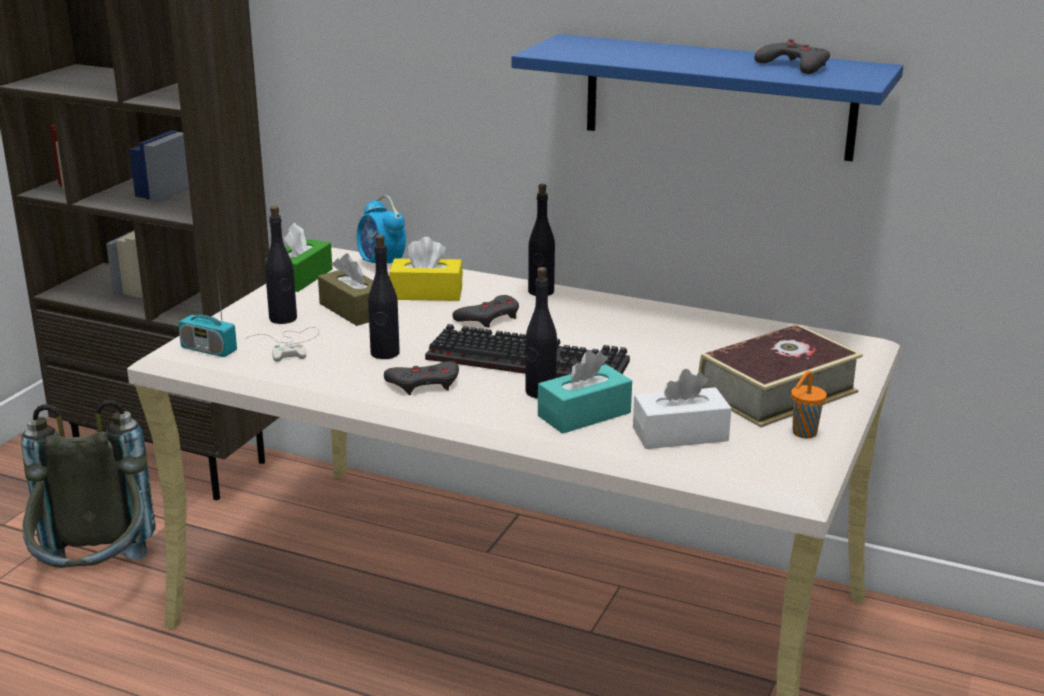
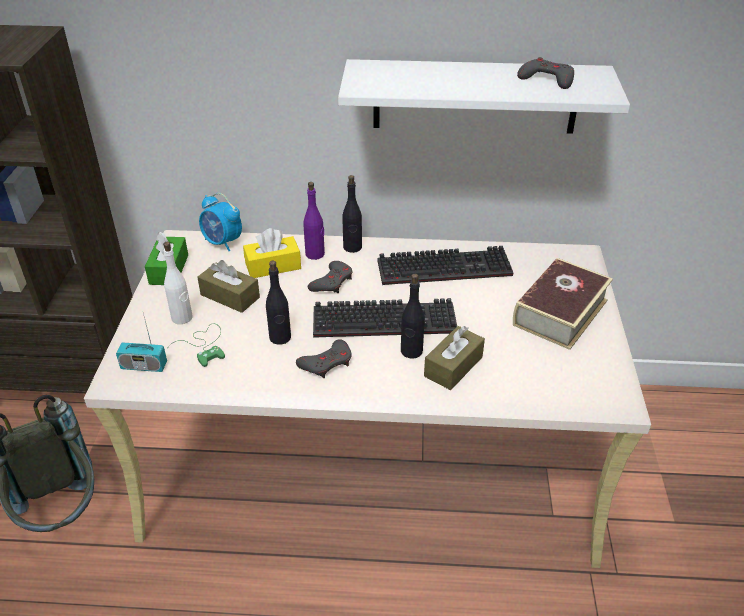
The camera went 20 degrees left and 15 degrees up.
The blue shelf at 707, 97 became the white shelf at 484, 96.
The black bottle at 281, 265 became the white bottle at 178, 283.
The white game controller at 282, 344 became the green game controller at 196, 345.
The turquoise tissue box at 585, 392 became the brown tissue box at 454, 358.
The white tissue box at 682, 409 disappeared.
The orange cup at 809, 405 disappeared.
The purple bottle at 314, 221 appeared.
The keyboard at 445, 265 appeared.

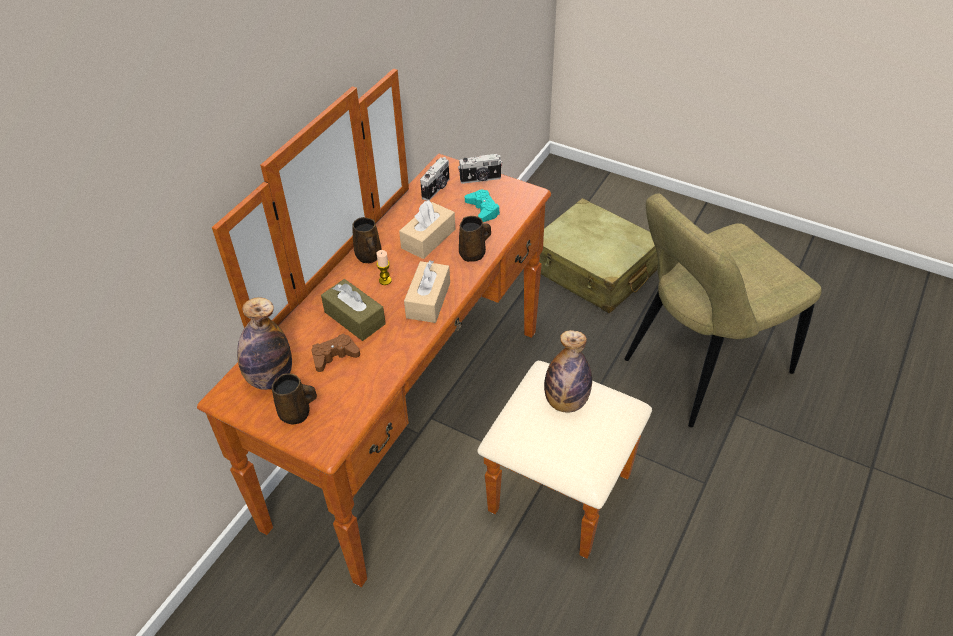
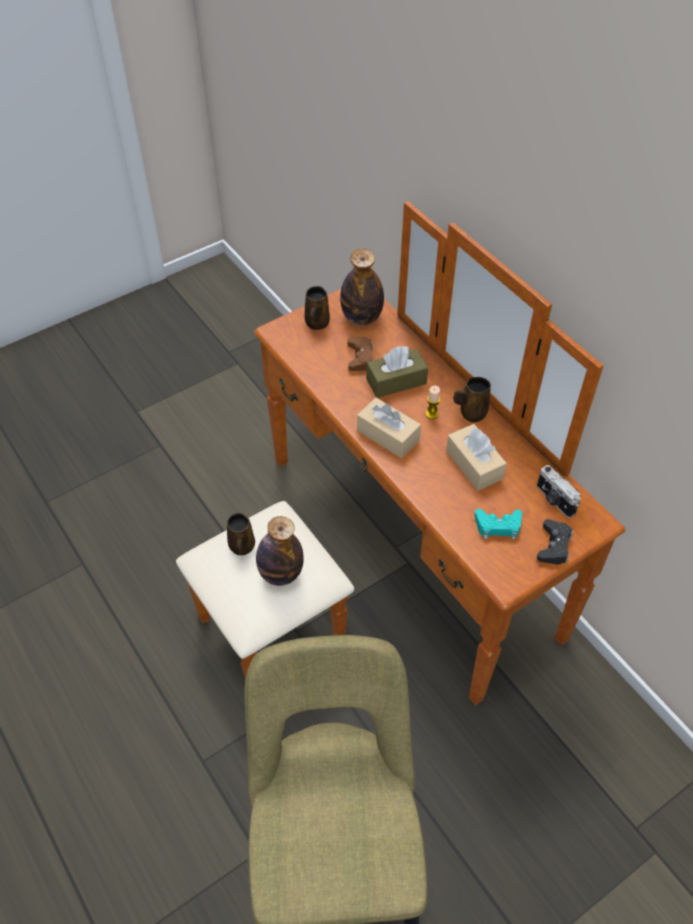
The camera went 115 degrees right and 5 degrees up.
The photo camera at 480, 169 was replaced by the black game controller at 555, 542.
The beige suitcase at 598, 256 disappeared.
The brown mug moved from 475, 239 to 241, 534.

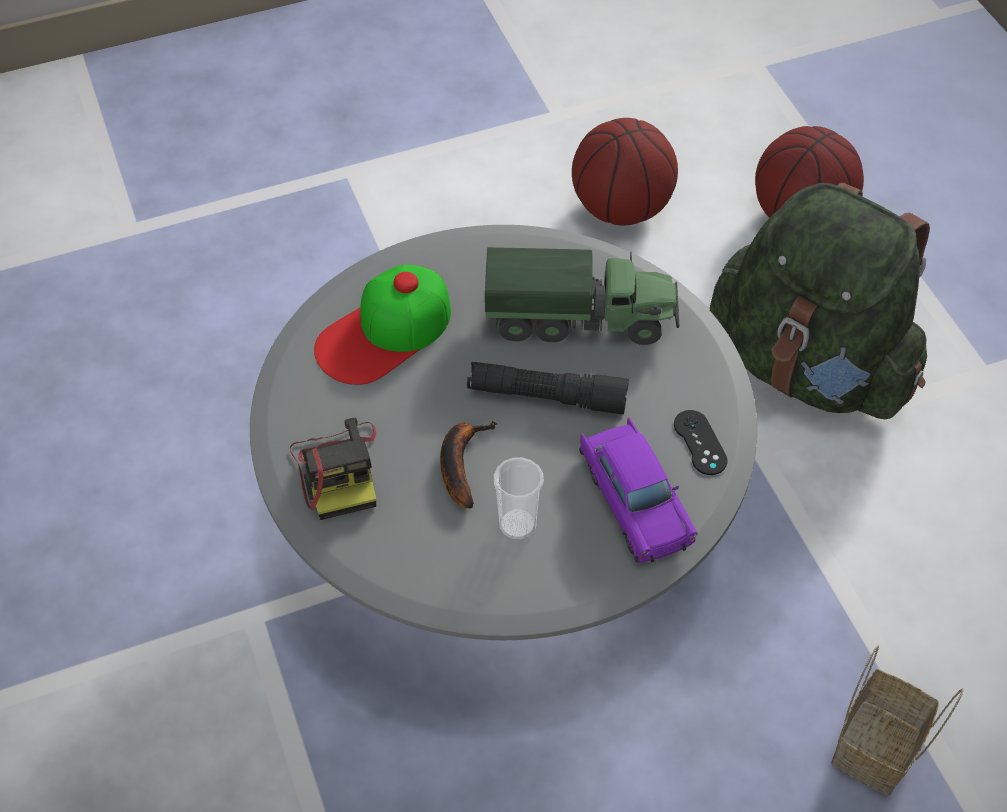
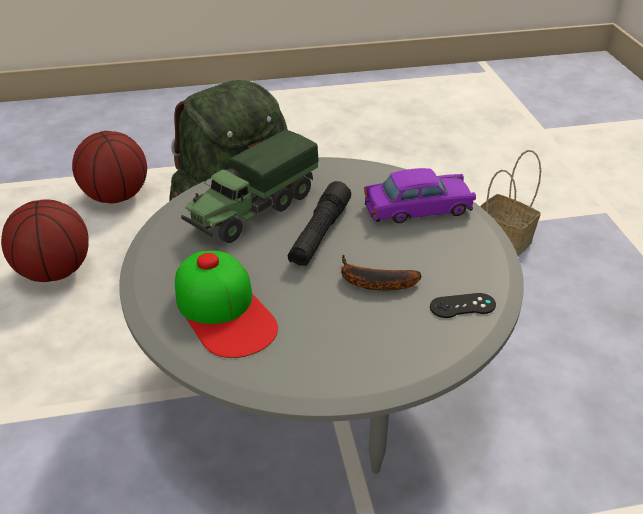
The camera went 80 degrees left and 15 degrees down.
The toy truck at 582, 296 turned 150 degrees counterclockwise.
The black game controller moved from 701, 442 to 463, 305.
The photo camera at 333, 469 disappeared.
The cup at 519, 498 disappeared.

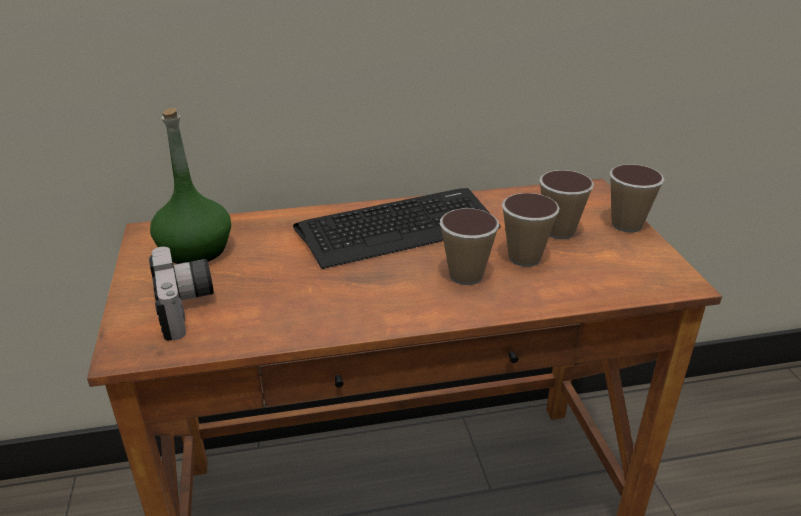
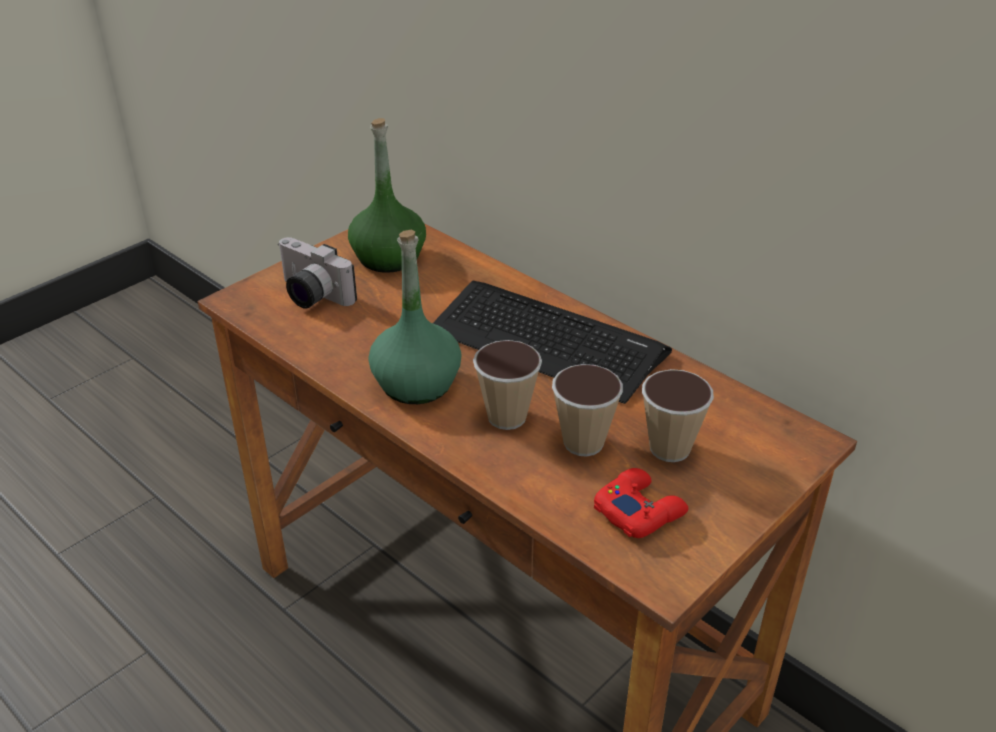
The camera went 55 degrees right and 5 degrees up.
The cup at 637, 198 disappeared.
The photo camera at 181, 294 turned 90 degrees clockwise.
The green bottle at 414, 317 appeared.
The red game controller at 641, 503 appeared.

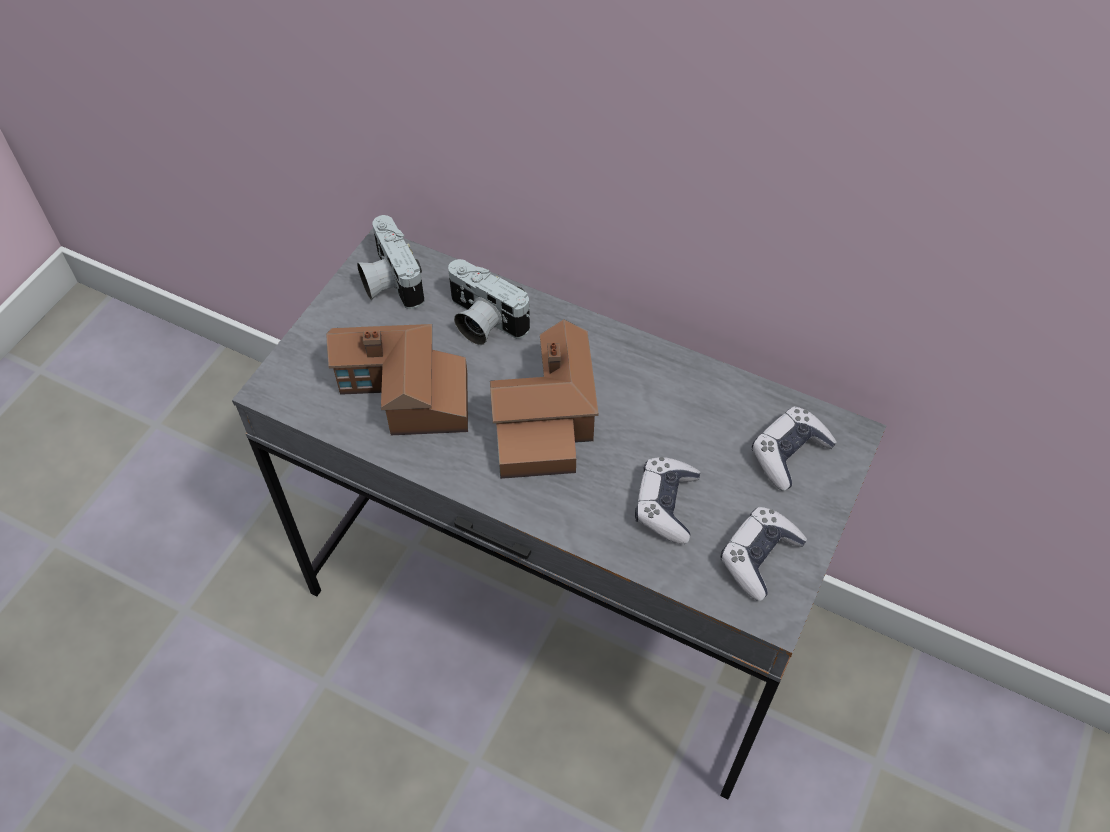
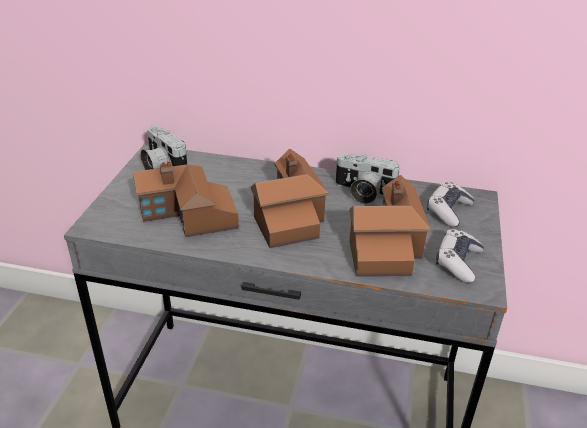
The camera went 15 degrees left and 20 degrees down.
The photo camera moved from 489, 302 to 367, 178.
The game controller at 667, 500 was replaced by the toy house at 390, 226.

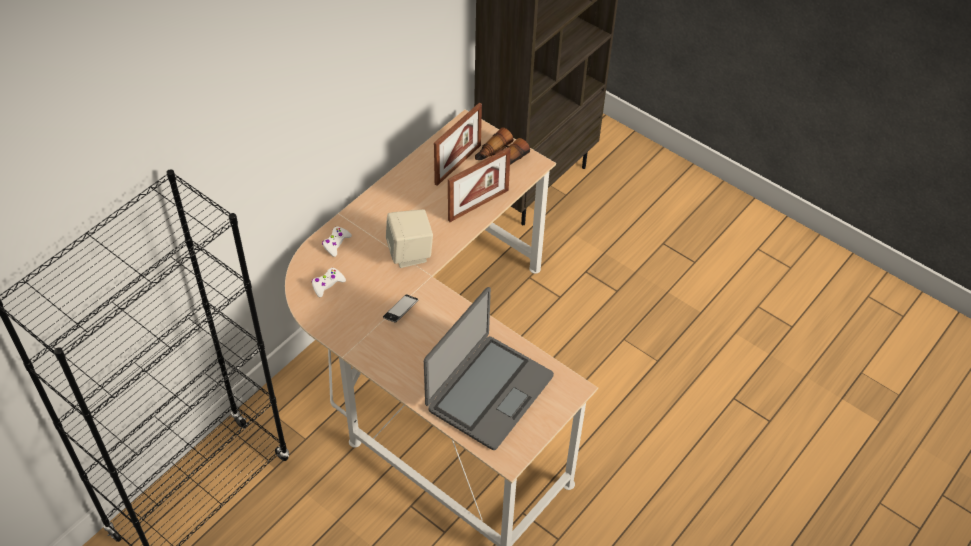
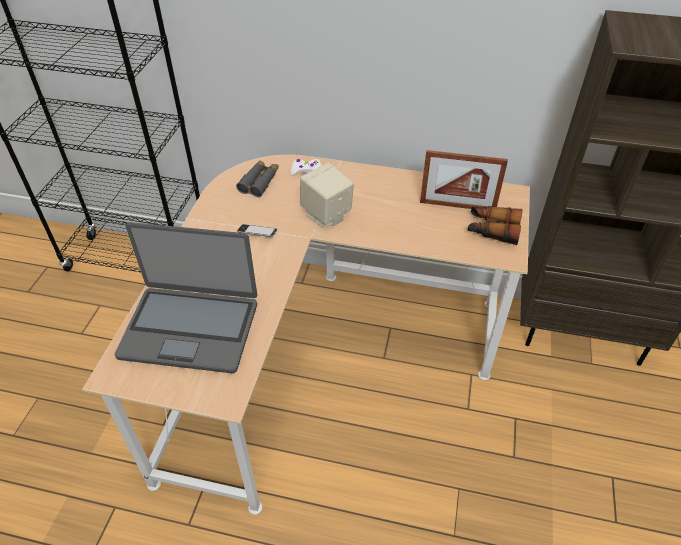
The camera went 65 degrees right and 5 degrees down.
The picture frame at 479, 184 disappeared.
The white game controller at 329, 282 was replaced by the grey binoculars at 257, 178.

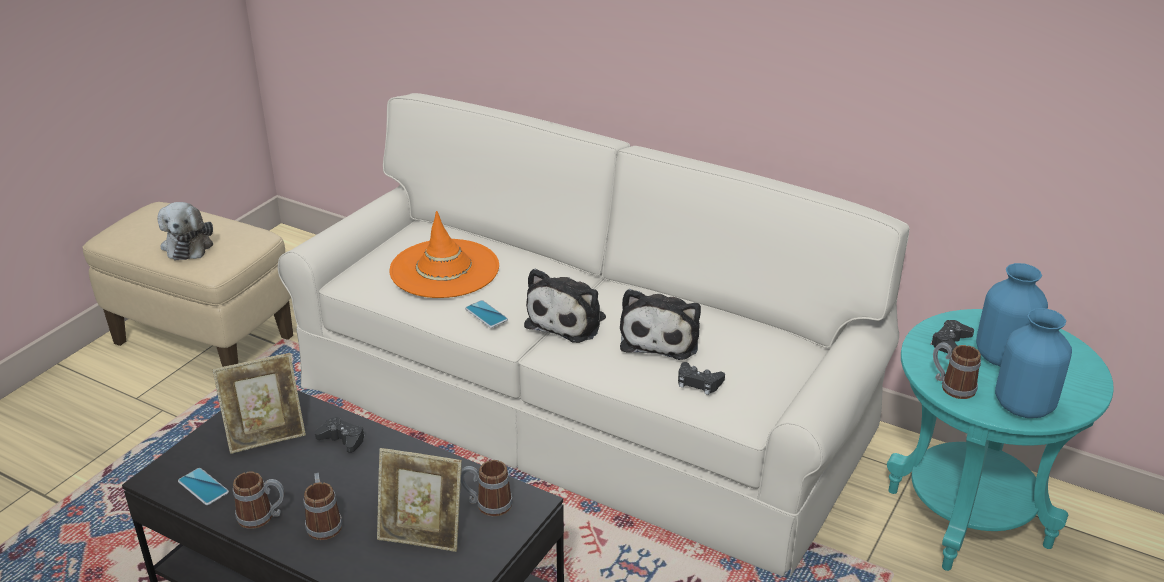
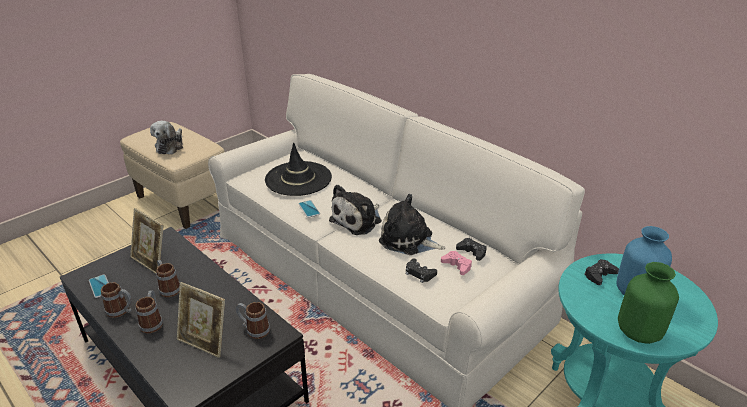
The camera went 15 degrees right and 0 degrees up.
The orange hat at 444, 254 became the black hat at 298, 169.
The plush toy at 660, 324 turned 90 degrees clockwise.
The blue vase at 1033, 363 became the green vase at 648, 303.
The mug moved from 957, 370 to 168, 278.
The picture frame at 259, 403 turned 45 degrees clockwise.
The black game controller moved from 339, 435 to 471, 249.
The pink game controller at 456, 263 appeared.

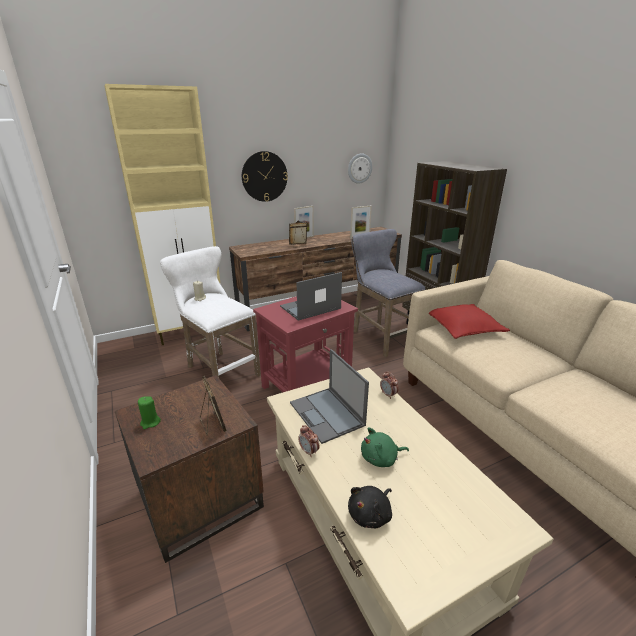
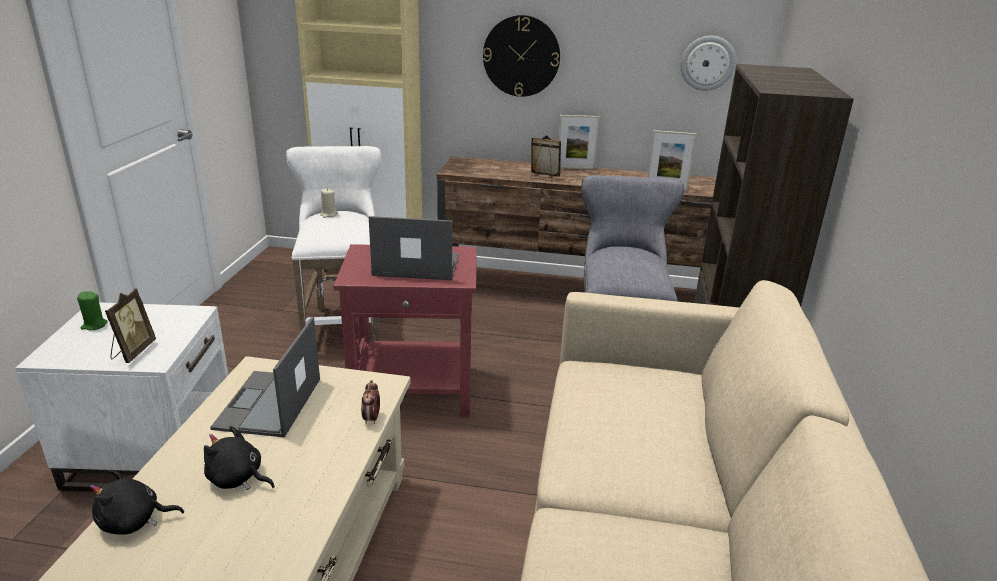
The camera went 35 degrees right and 0 degrees up.
The red pillow at 469, 321 disappeared.
The brown side table at 189, 469 became the white side table at 122, 397.
The alarm clock at 309, 441 disappeared.
The green plush toy at 385, 447 became the black plush toy at 239, 458.

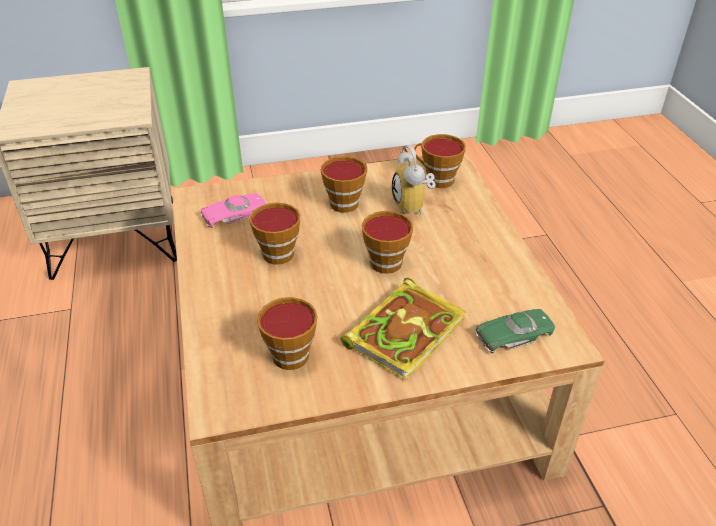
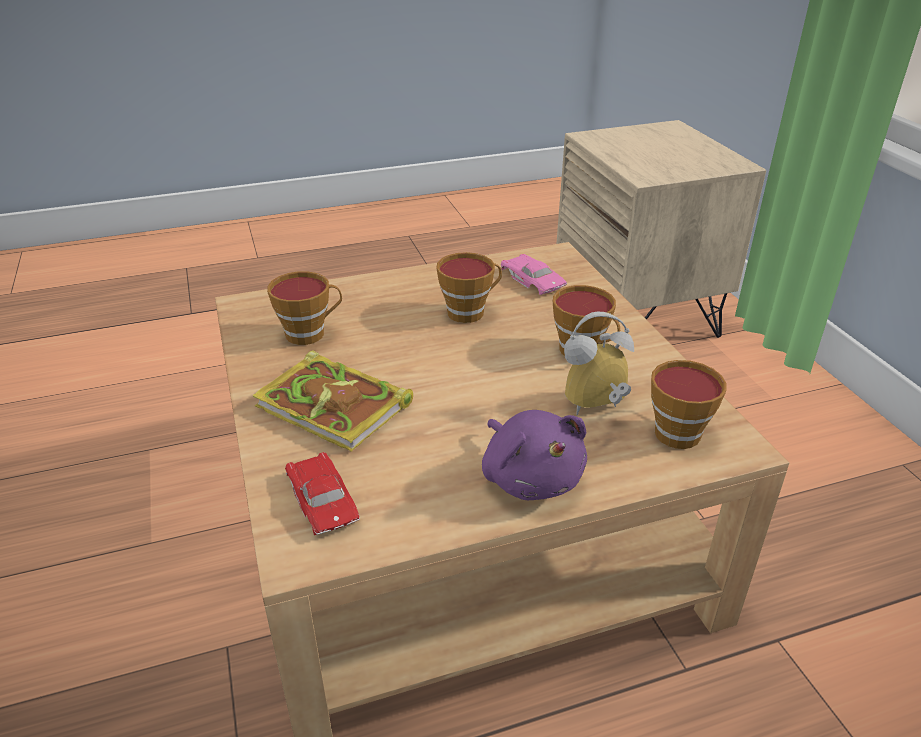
The camera went 85 degrees right and 5 degrees down.
The cup at 387, 242 disappeared.
The green toy car at 515, 331 became the red toy car at 322, 493.
The purple plush toy at 534, 455 appeared.

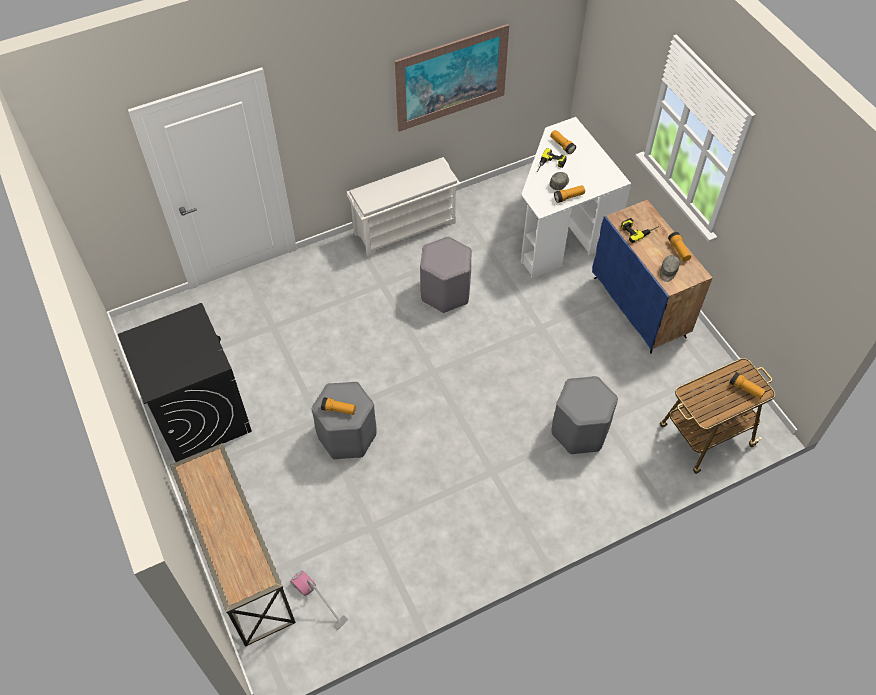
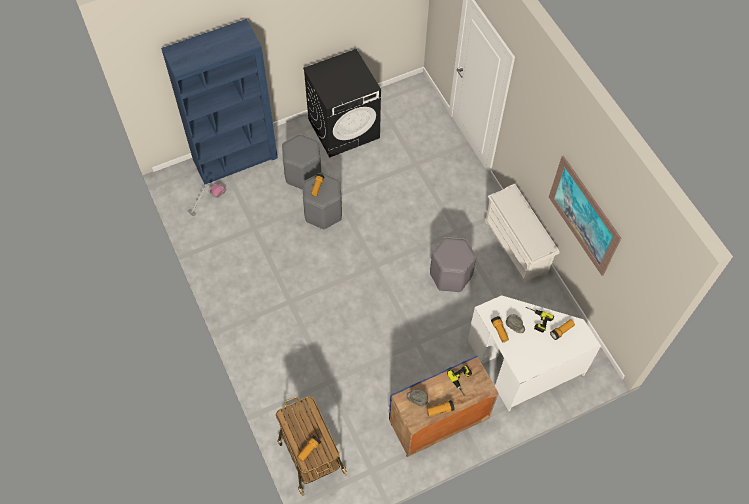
The camera went 90 degrees right and 5 degrees up.
The grey stool moved from 585, 415 to 301, 162.
The console table at 233, 545 was replaced by the blue bookcase at 219, 102.

